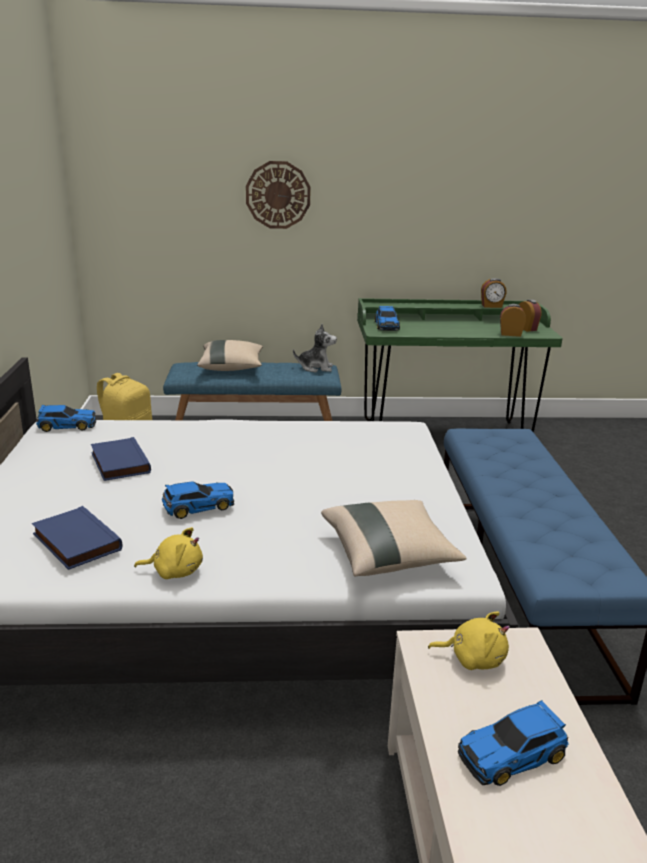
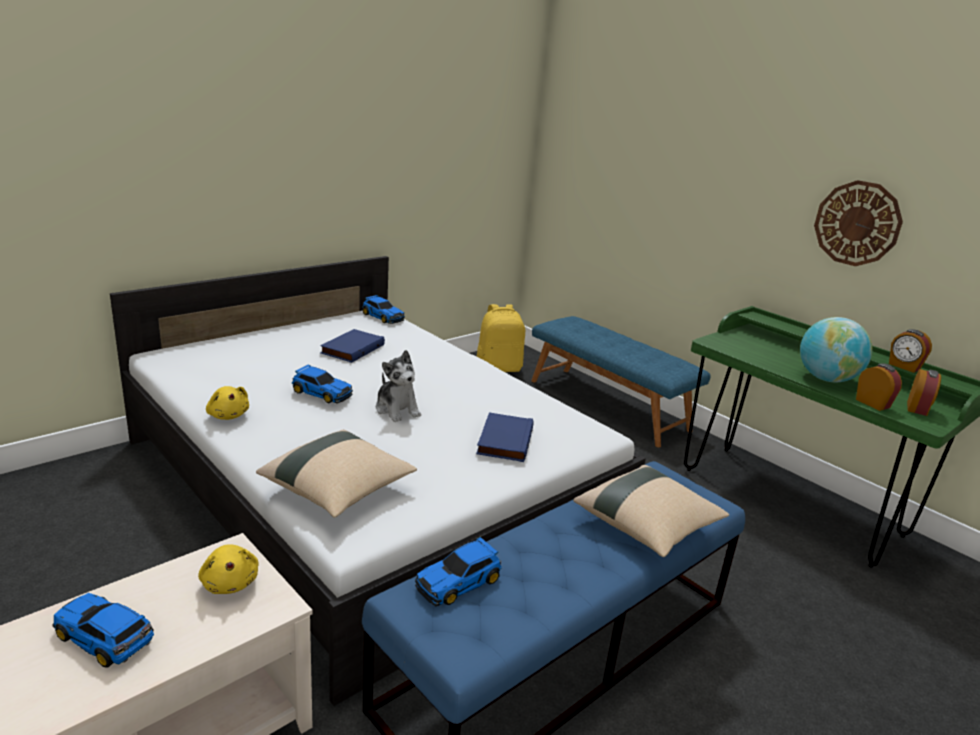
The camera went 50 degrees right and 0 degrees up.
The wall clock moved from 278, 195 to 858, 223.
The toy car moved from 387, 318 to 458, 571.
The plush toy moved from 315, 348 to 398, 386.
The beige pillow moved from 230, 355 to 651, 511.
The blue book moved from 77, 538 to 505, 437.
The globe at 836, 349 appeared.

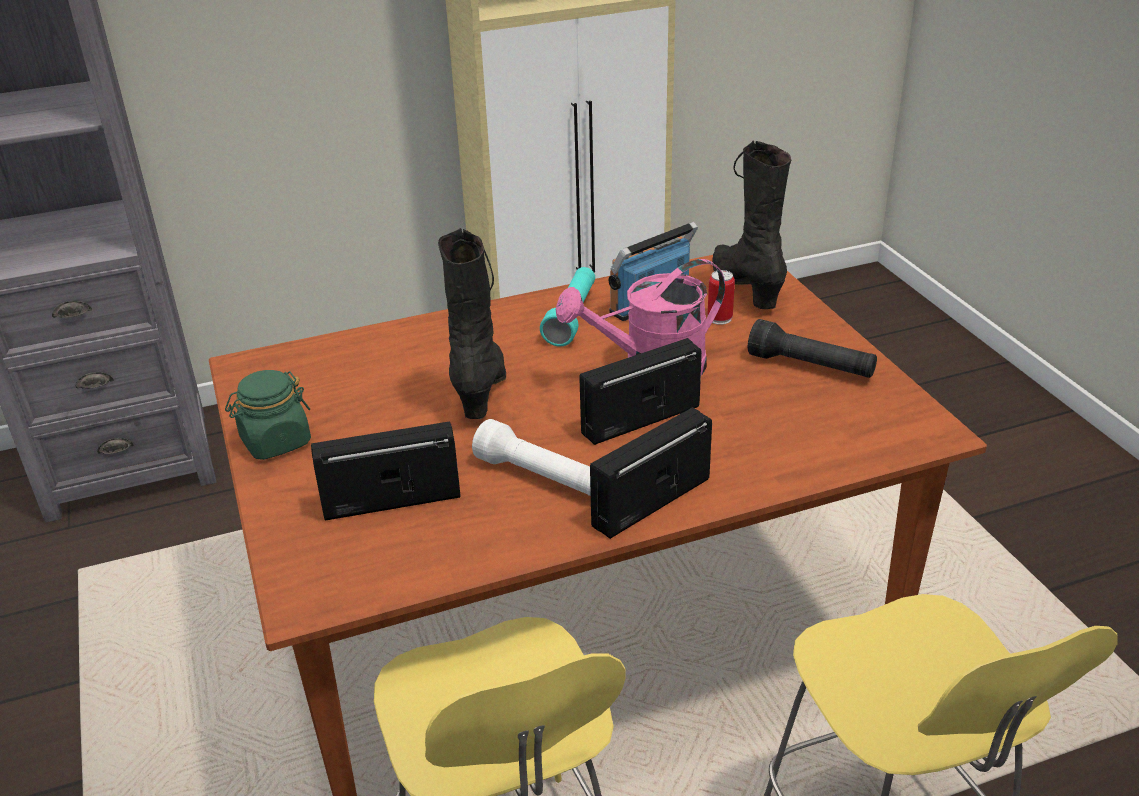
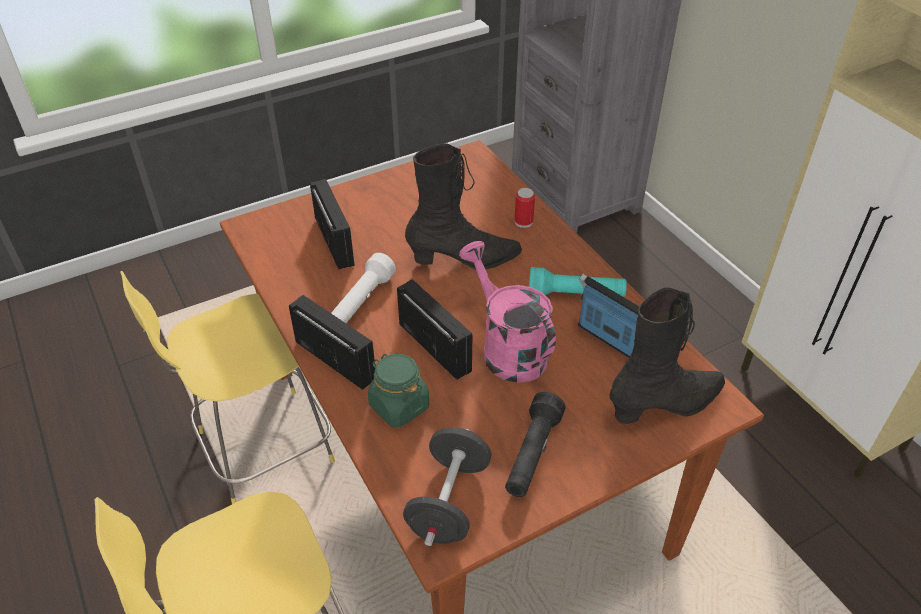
The camera went 80 degrees right and 10 degrees up.
The can moved from 721, 297 to 525, 208.
The green jar moved from 268, 415 to 398, 390.
The black dumbbell at 447, 487 appeared.

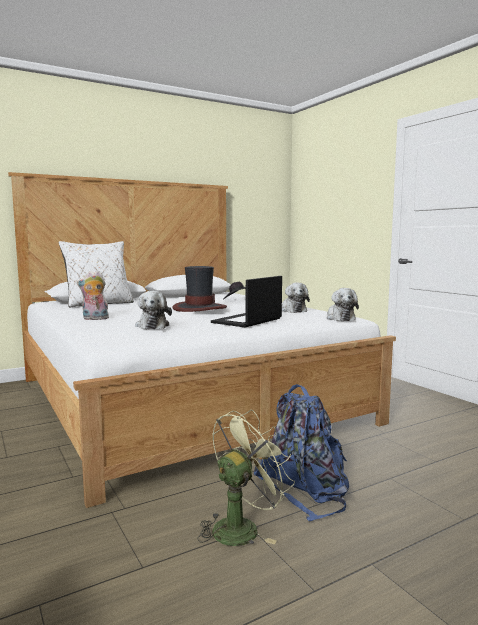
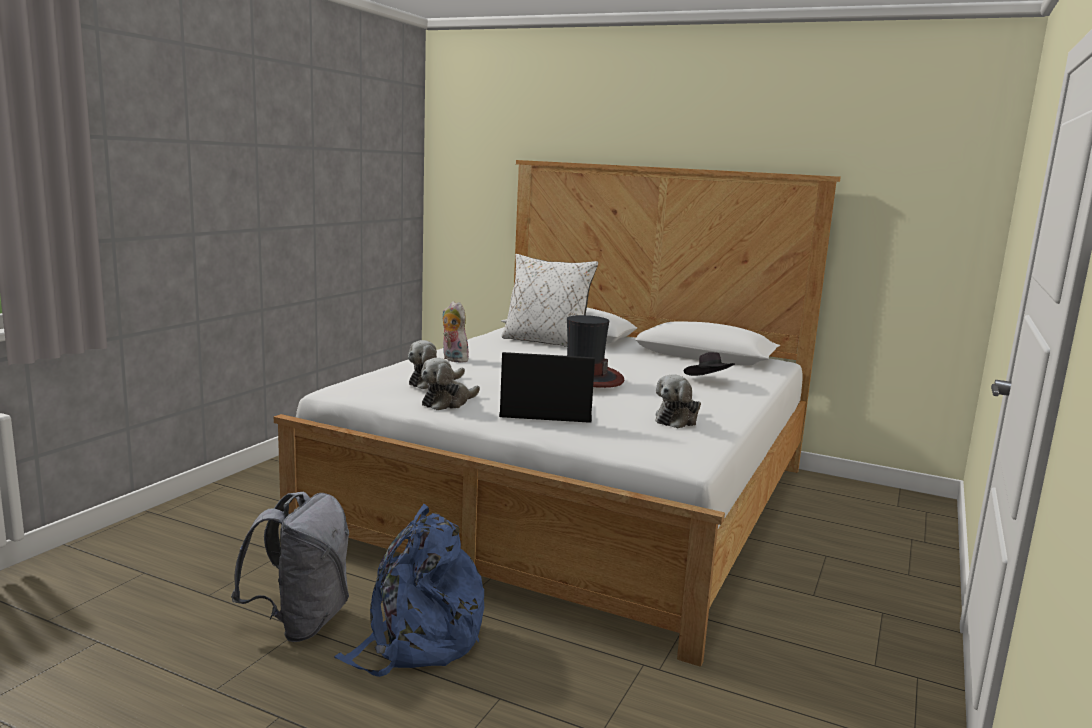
The camera went 55 degrees right and 5 degrees up.
The plush toy moved from 343, 304 to 450, 384.
The green fan at 246, 478 was replaced by the grey backpack at 290, 567.

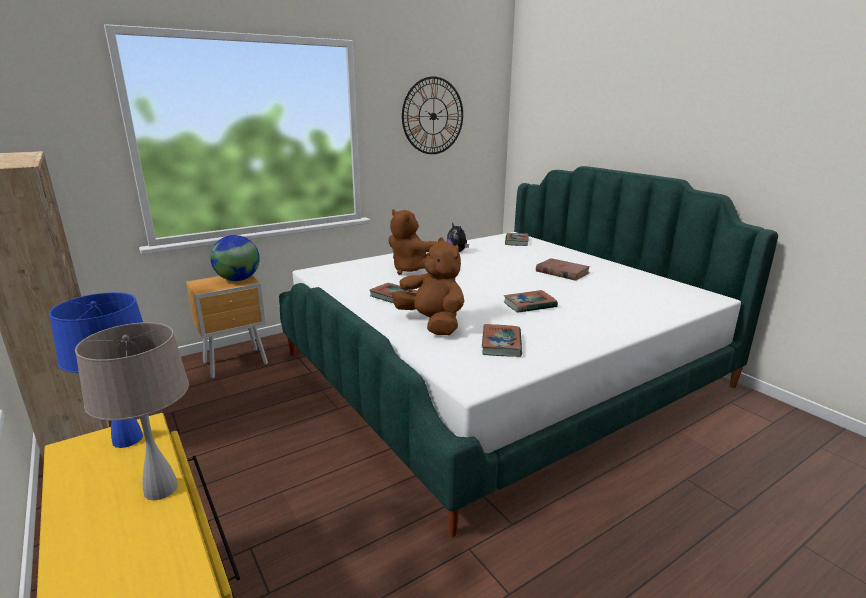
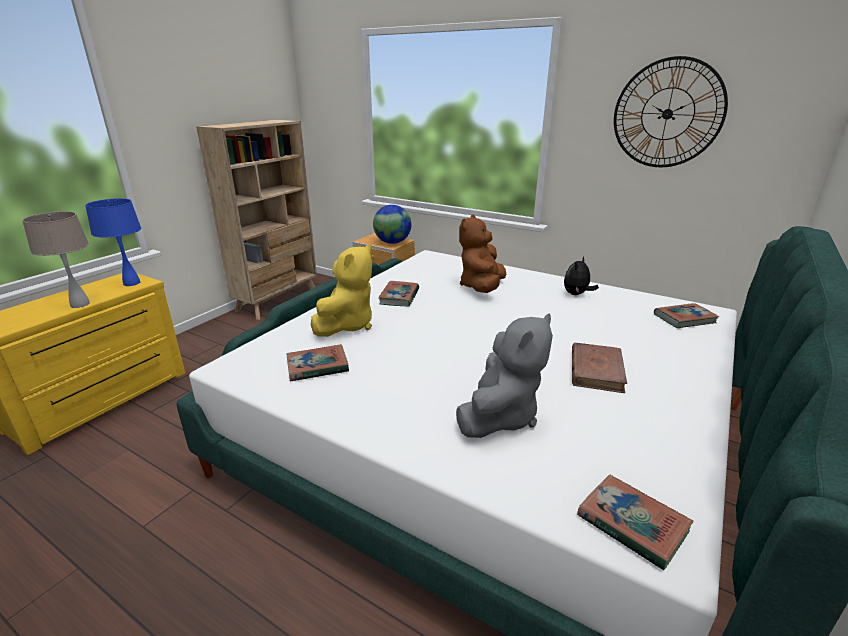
The camera went 65 degrees right and 5 degrees up.
The brown plush toy at 428, 286 became the yellow plush toy at 341, 290.
The book moved from 531, 301 to 635, 522.
The grey plush toy at 504, 375 appeared.

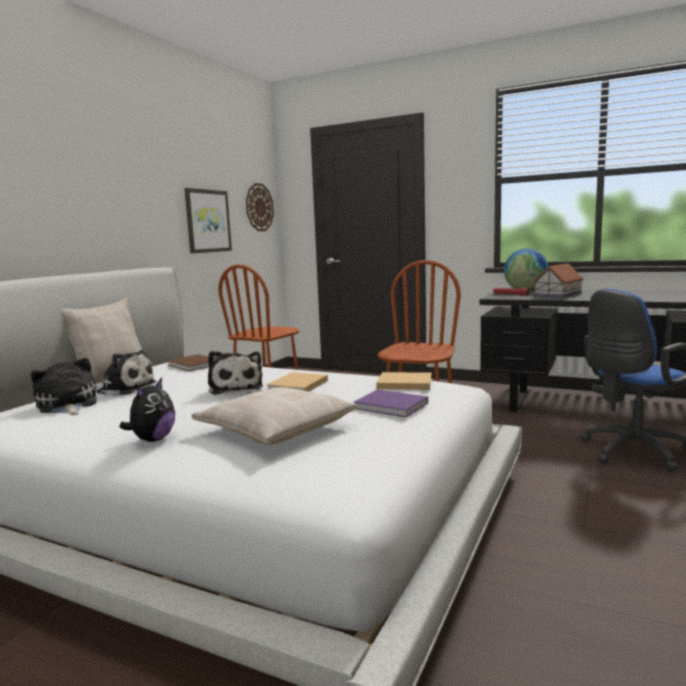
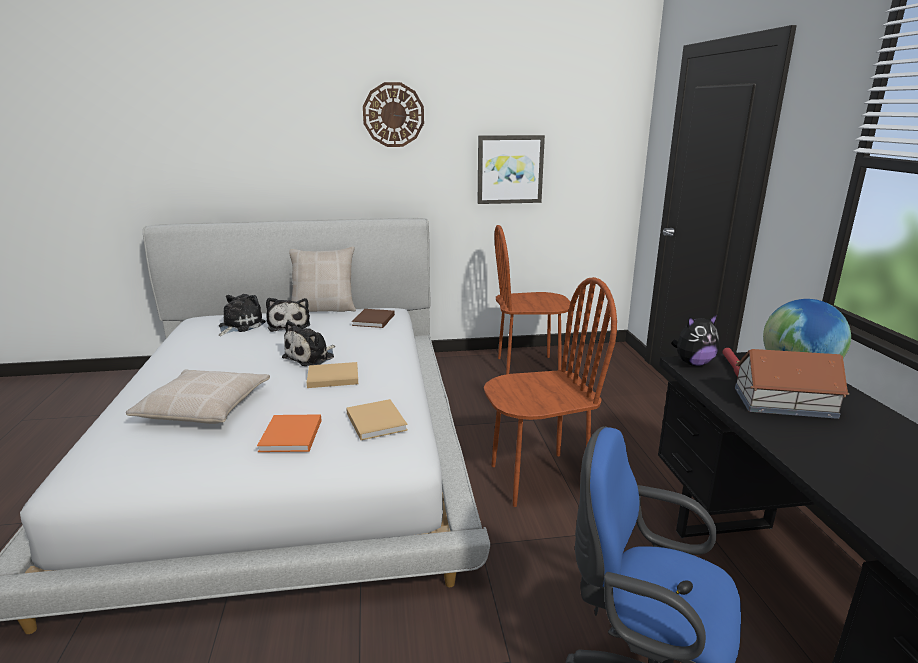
The camera went 55 degrees right and 10 degrees up.
The wall clock moved from 260, 207 to 393, 114.
The plush toy moved from 147, 410 to 695, 340.
The purple book at 390, 403 became the orange book at 289, 433.

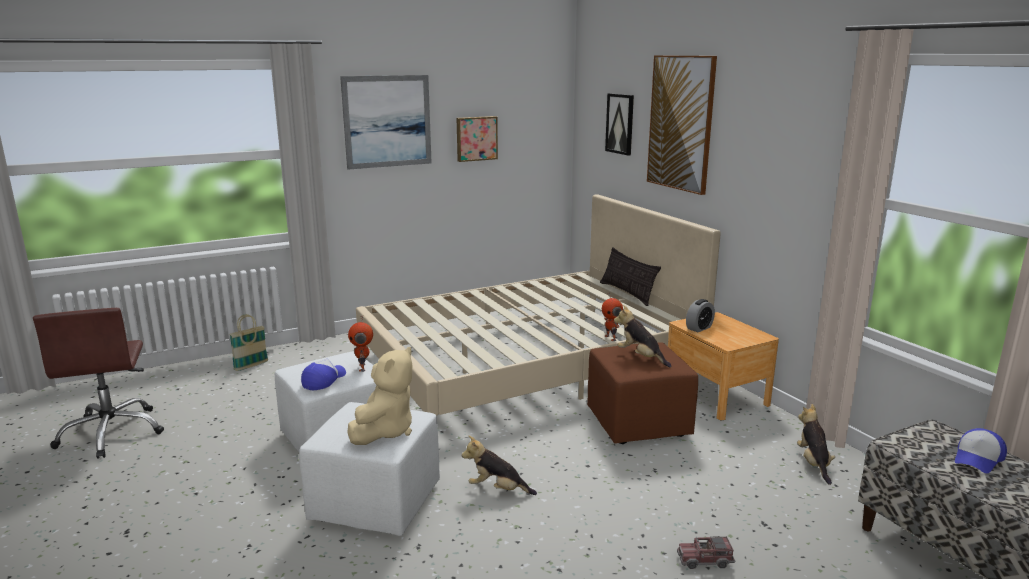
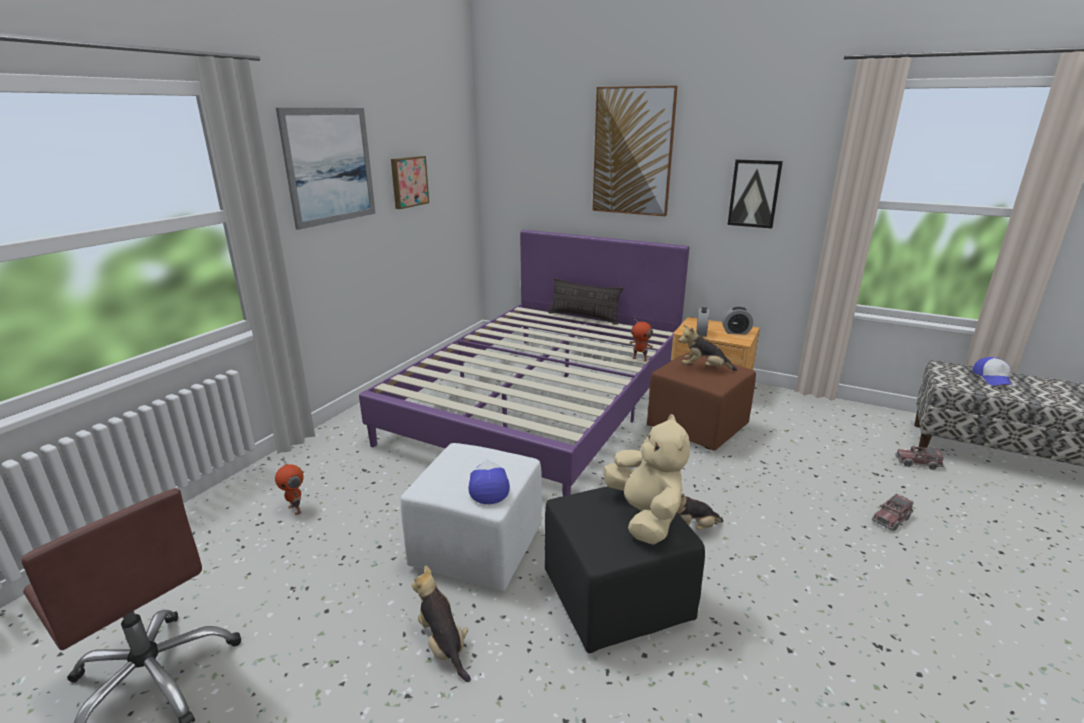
The camera went 35 degrees left and 5 degrees up.
The picture moved from 619, 124 to 755, 193.
The beige bed at 538, 305 became the purple bed at 524, 363.
The basket at 248, 342 disappeared.
The toy robot moved from 360, 344 to 289, 487.
The white ottoman at 369, 469 became the black ottoman at 625, 569.
The plush toy moved from 816, 444 to 441, 623.
The alarm clock at 737, 321 appeared.
The toy truck at 919, 458 appeared.

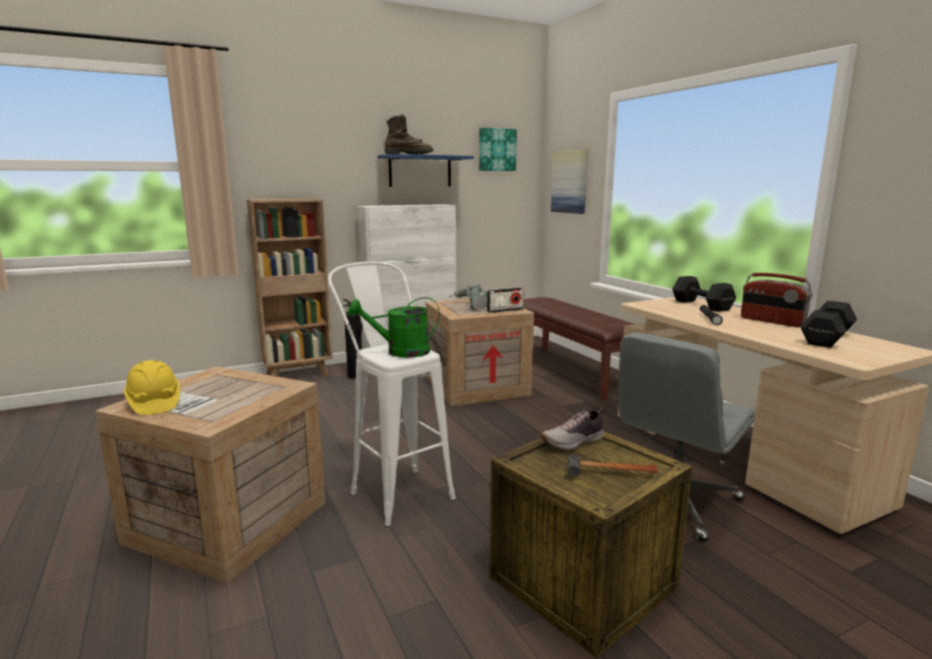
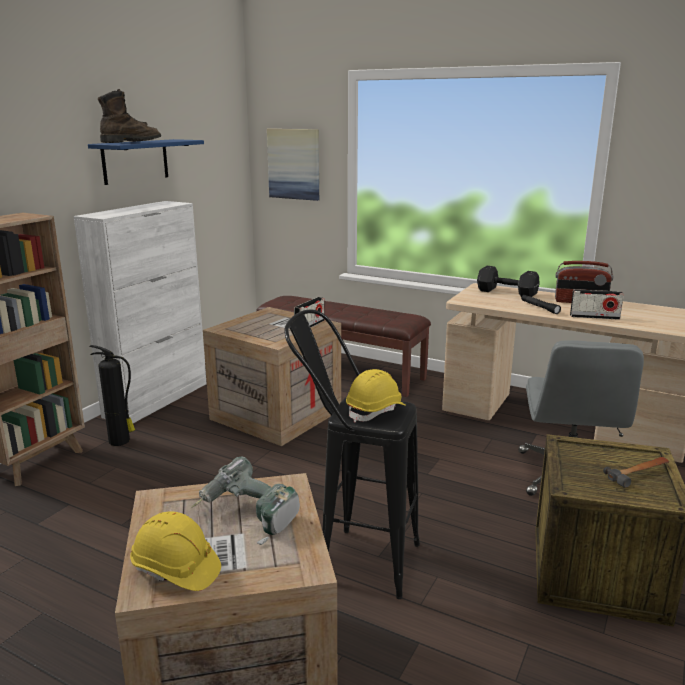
The camera went 35 degrees left and 5 degrees up.
The picture at 498, 149 disappeared.
The white stool at 392, 394 became the black stool at 352, 454.
The power drill moved from 468, 297 to 245, 501.
The green watering can at 394, 327 was replaced by the yellow hard hat at 376, 396.
The black dumbbell at 828, 324 disappeared.
The shoe at 573, 429 disappeared.
The radio at 597, 304 appeared.

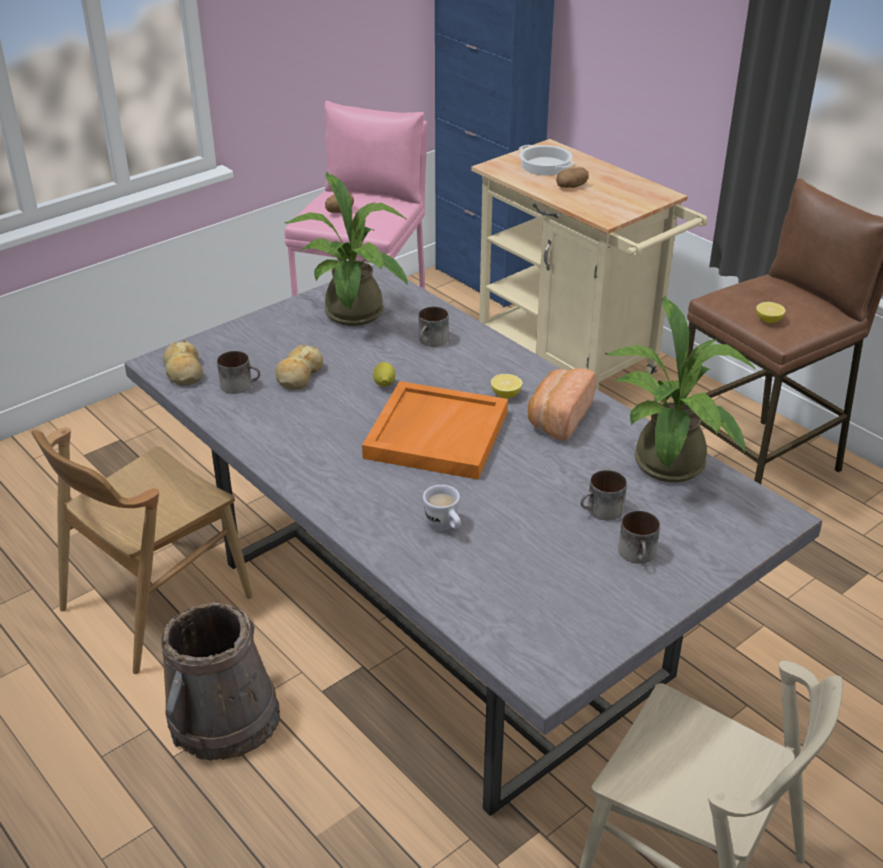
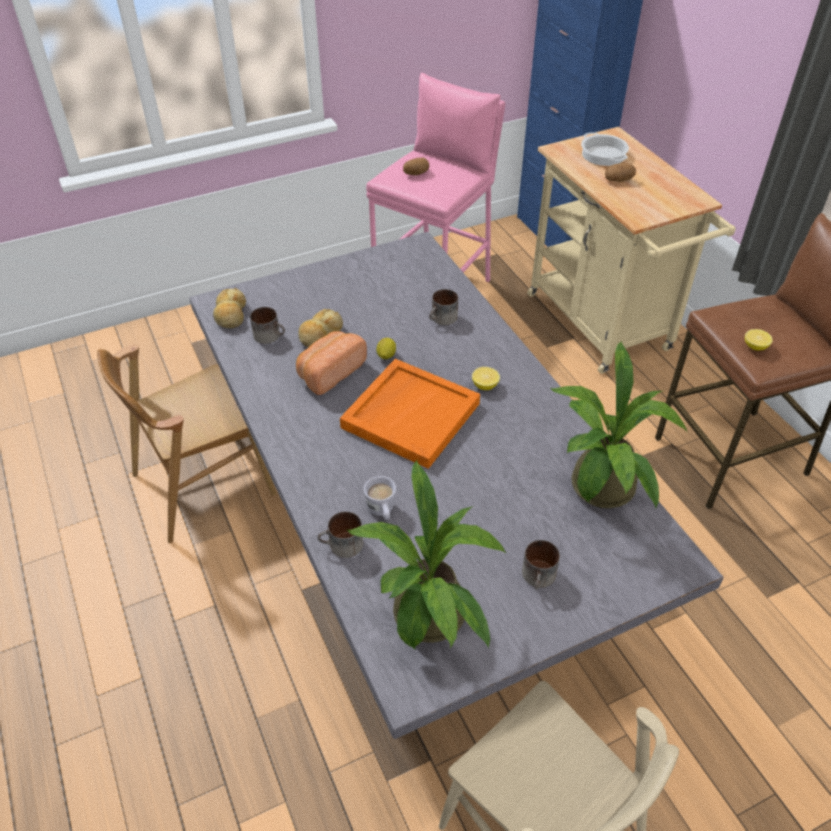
The camera went 15 degrees right and 10 degrees up.
The potted plant moved from 345, 249 to 426, 555.
The bread moved from 562, 404 to 331, 363.
The mug moved from 603, 495 to 340, 534.
The brown bucket at 220, 682 disappeared.

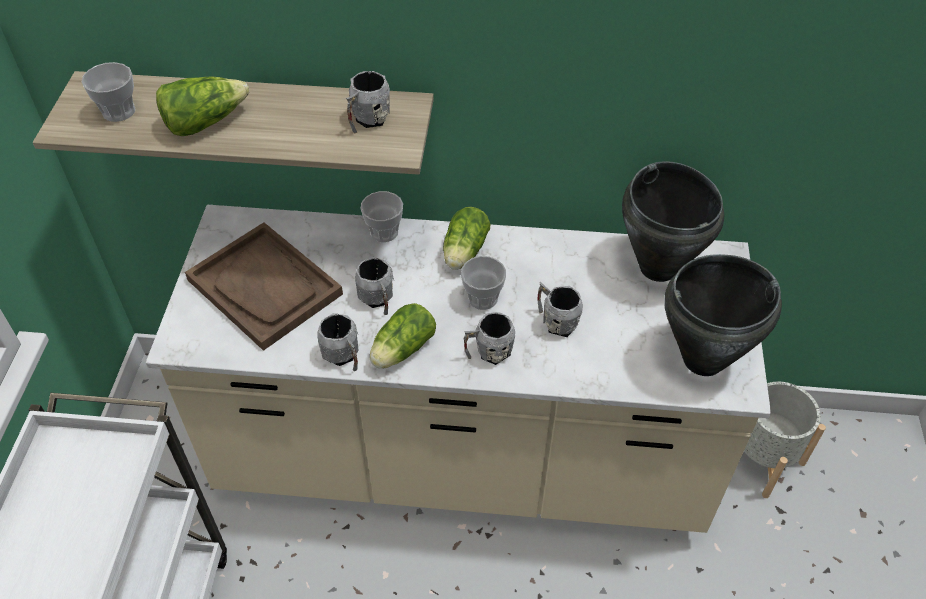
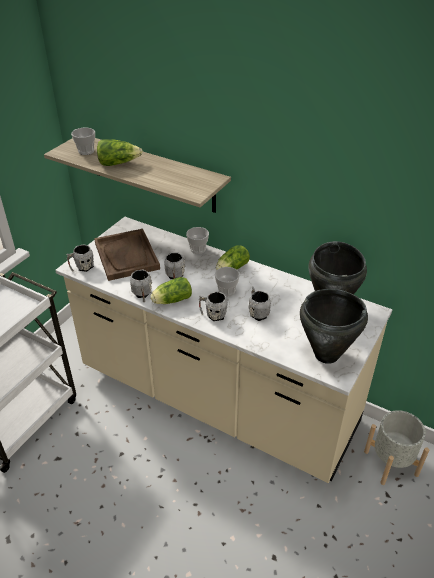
The camera went 25 degrees right and 10 degrees down.
The grey mug moved from 368, 102 to 80, 258.

